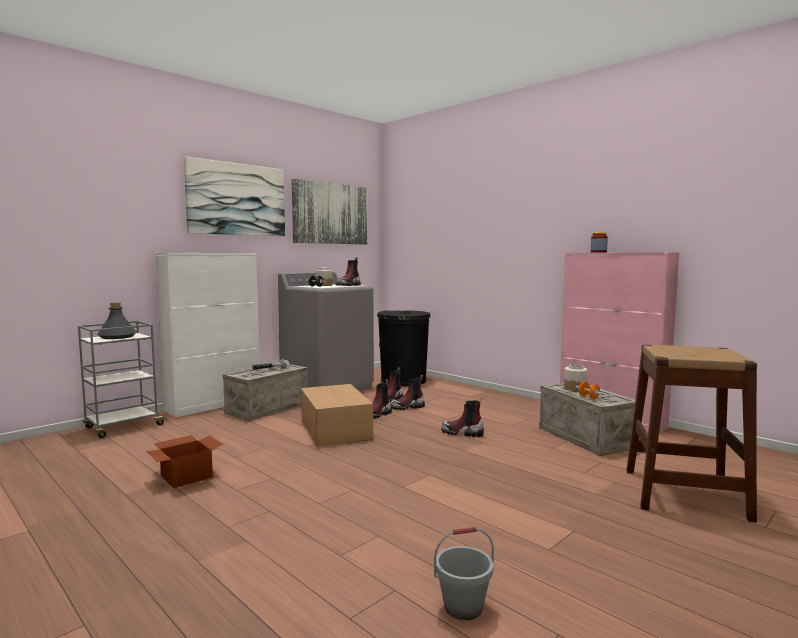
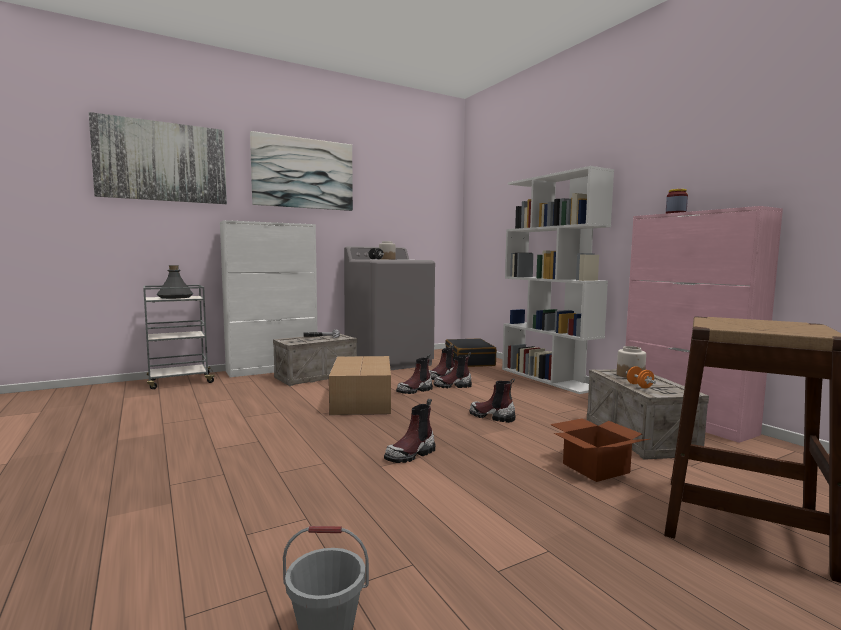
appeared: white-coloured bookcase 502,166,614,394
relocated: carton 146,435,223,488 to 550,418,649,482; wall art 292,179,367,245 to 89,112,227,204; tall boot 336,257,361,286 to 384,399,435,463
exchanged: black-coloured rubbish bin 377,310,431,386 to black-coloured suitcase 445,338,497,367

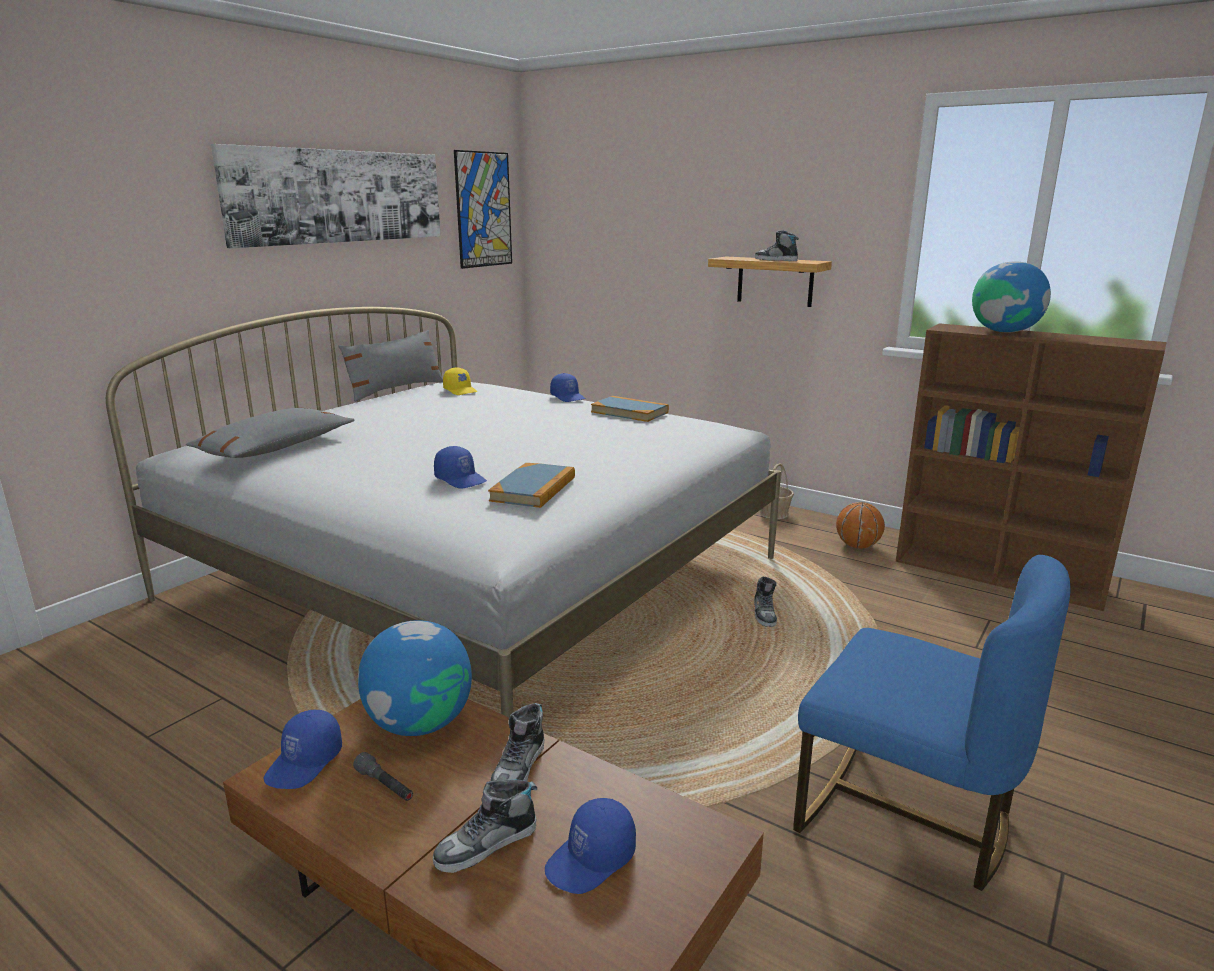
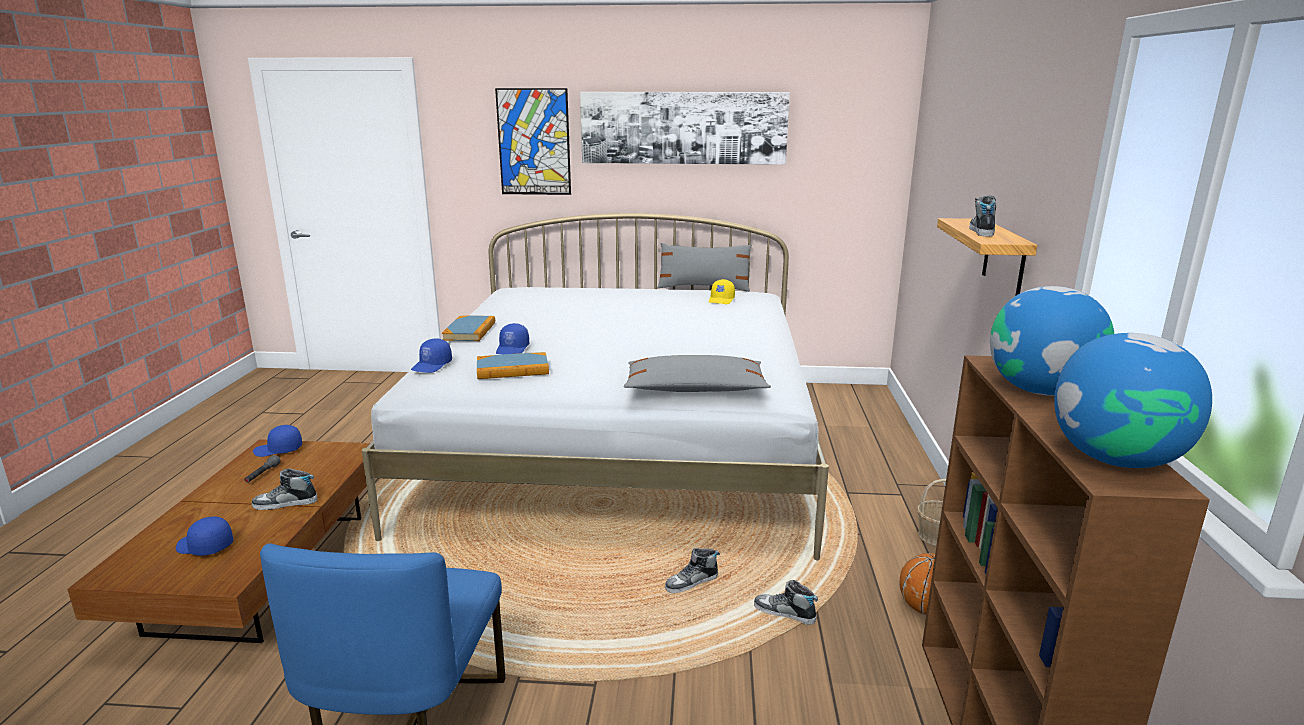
relocated: gray cushion 186,408,355,458 to 624,355,771,392; world globe 358,620,472,736 to 1054,333,1212,468; low shoe 433,779,537,873 to 754,580,818,625; wall art 454,150,512,269 to 495,88,571,195; blue baseball cap 550,373,586,402 to 411,338,452,373; book 591,396,669,422 to 442,315,495,341

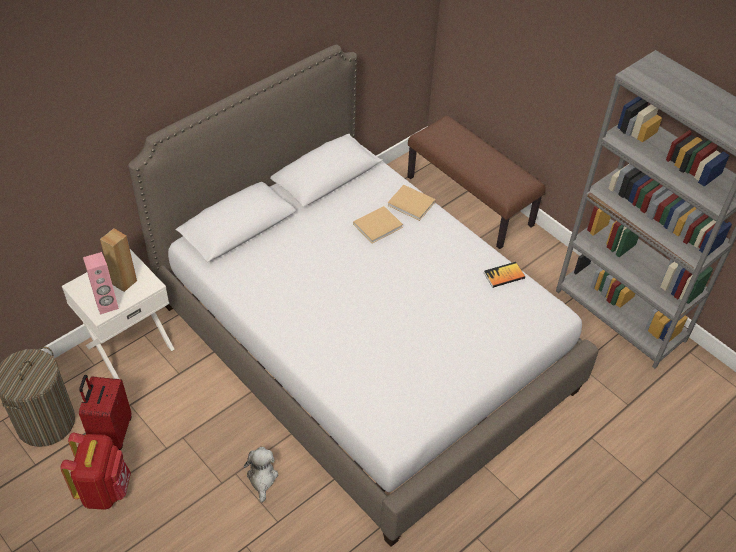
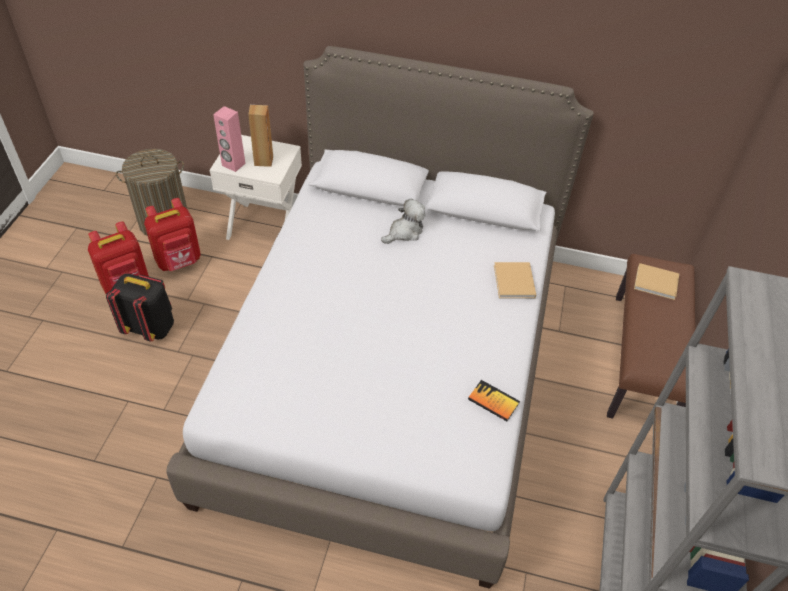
appeared: black-coloured backpack 106,274,174,341
relocated: plush toy 244,447,278,503 to 381,199,425,244; beige book 353,206,403,244 to 634,263,679,300
exchanged: red suitcase 79,375,131,450 to red backpack 144,198,201,271

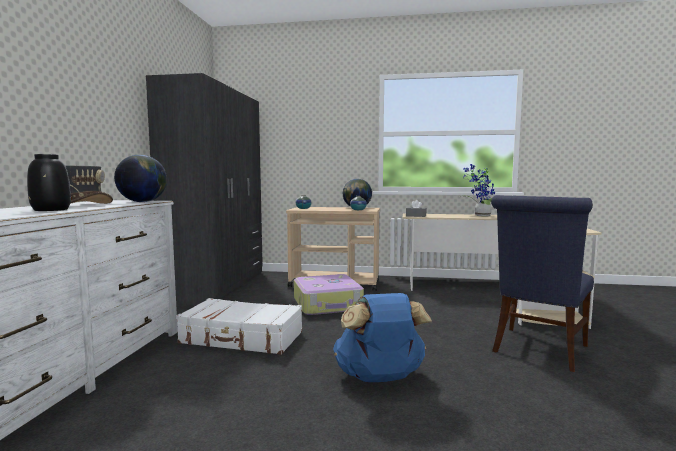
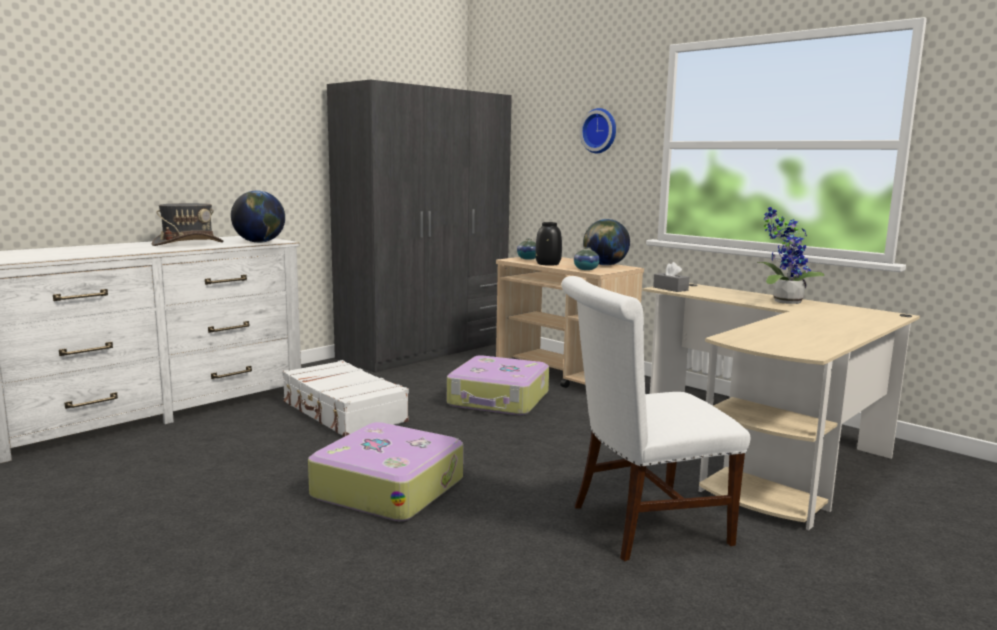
appeared: wall clock 580,108,616,153
relocated: black-coloured flower vase 27,154,71,211 to 535,222,562,266
exchanged: blue backpack 333,293,432,382 to suitcase 308,422,463,521
colour: blue chair 491,195,594,372 to white-coloured chair 561,276,750,561

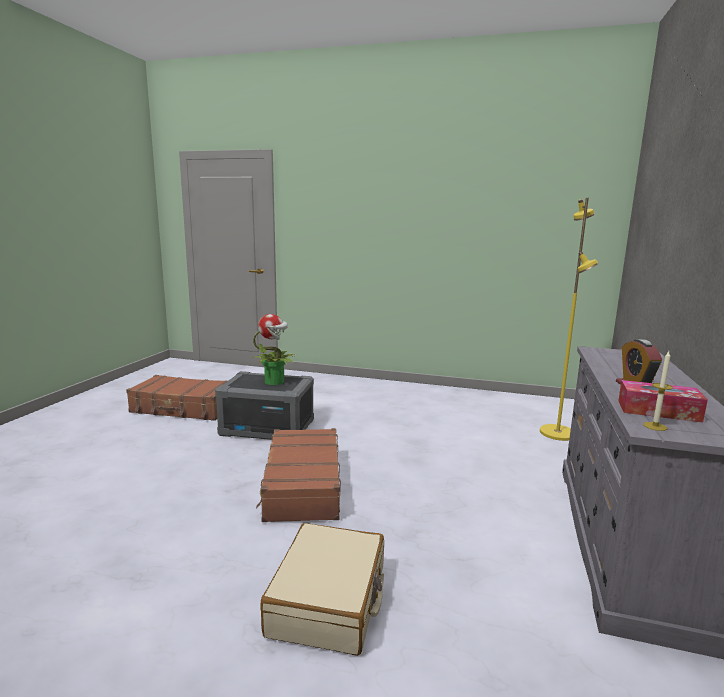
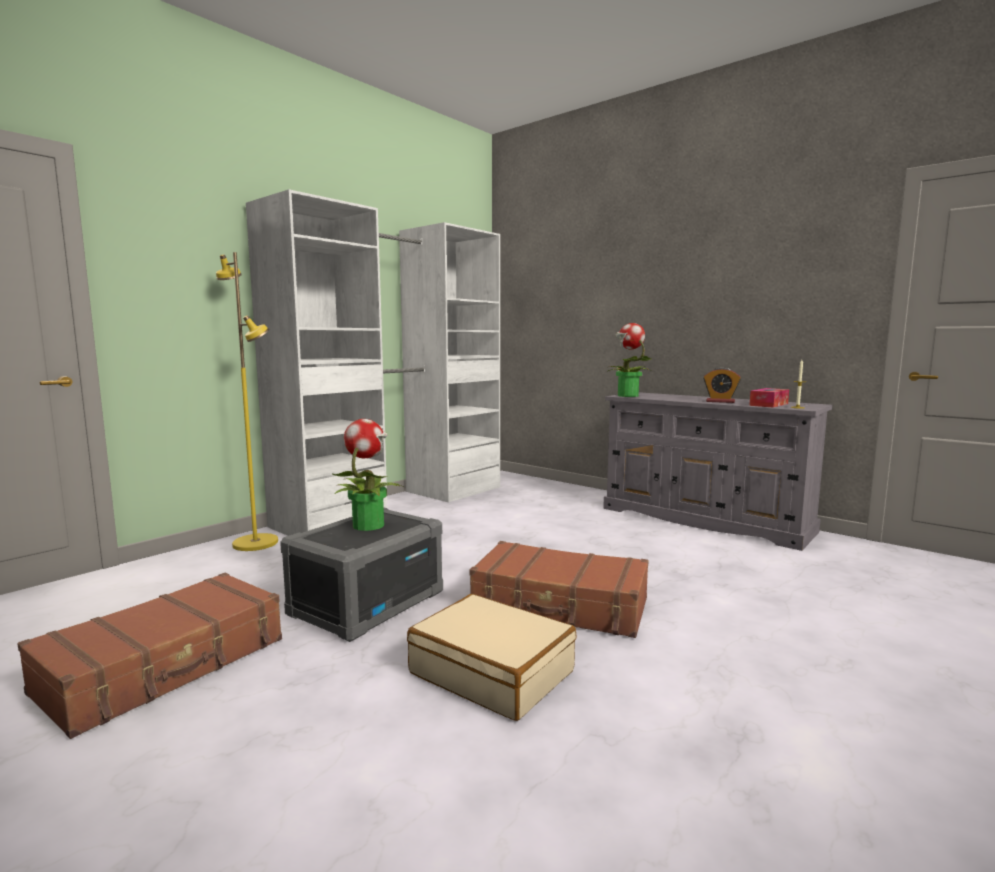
appeared: white-coloured clothes cupboard 246,189,500,536; plant in a pot 607,323,652,397
relocated: beige suitcase 260,523,384,656 to 407,594,577,721; yellow standard lamp 540,198,599,441 to 216,252,278,551

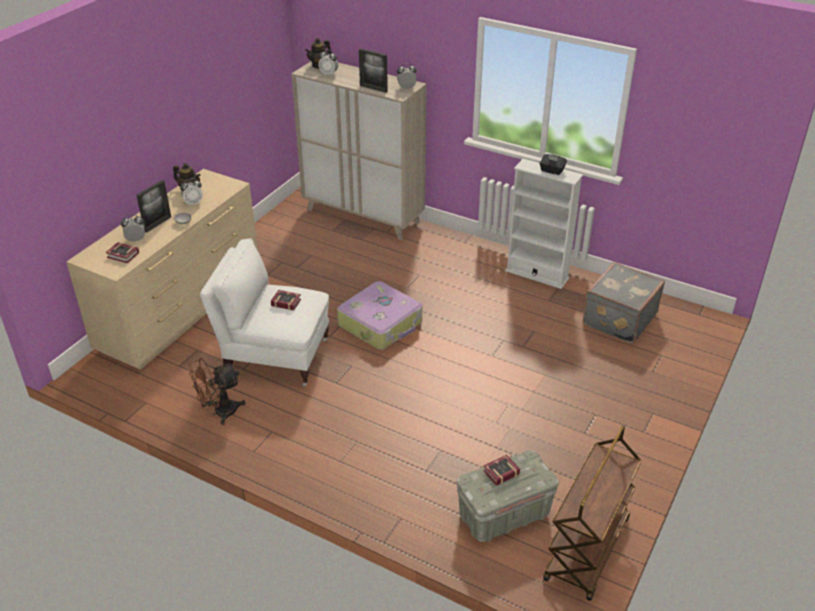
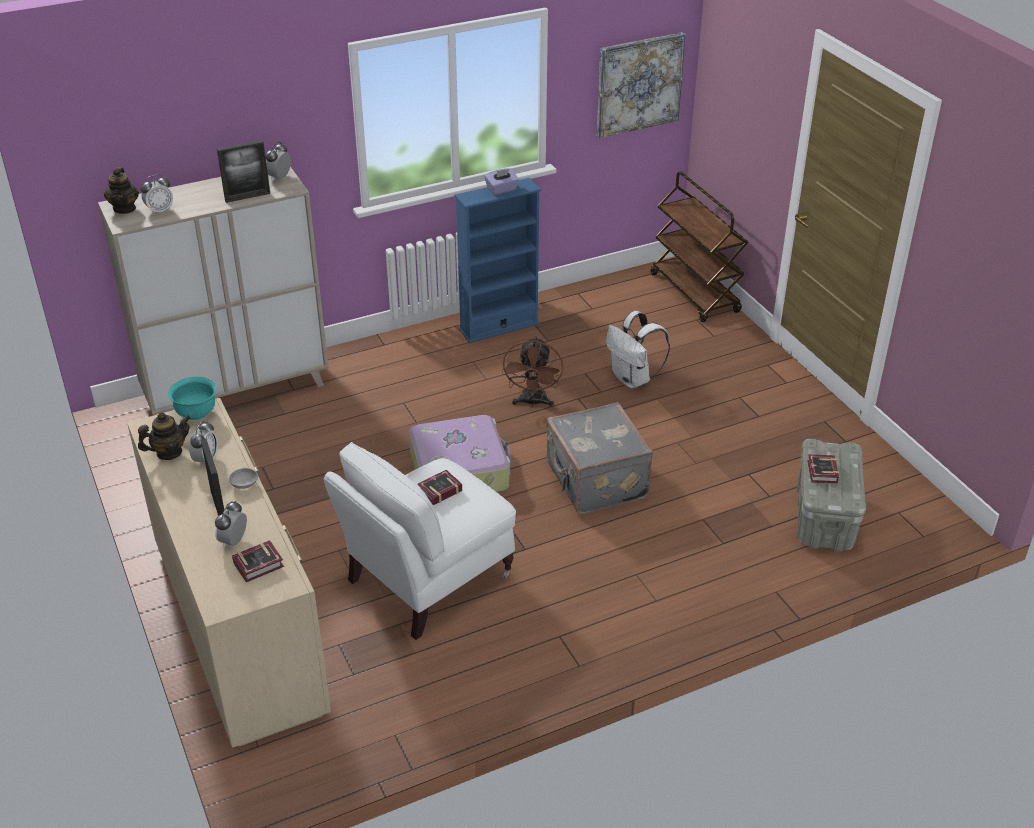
appeared: turquoise serving bowl 168,377,217,420; wall art 597,32,686,138; white-coloured backpack 606,311,670,388
relocated: brownish fan 188,358,245,425 to 502,336,563,408; brownish cart 543,425,642,601 to 651,171,748,322; gray suitcase 583,262,665,344 to 546,402,653,514
colour: white-coloured bookcase 506,159,583,289 to blue bookcase 455,178,541,343; black-coloured tissue box 540,154,567,175 to purple tissue box 484,168,519,195

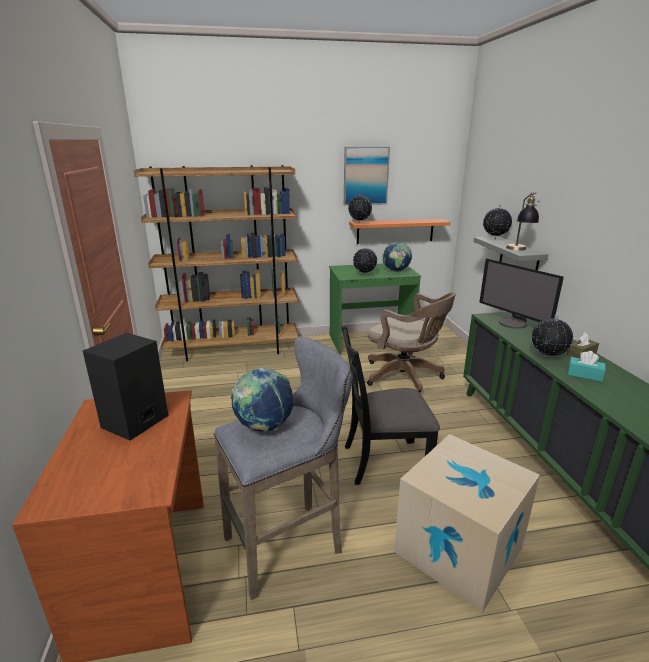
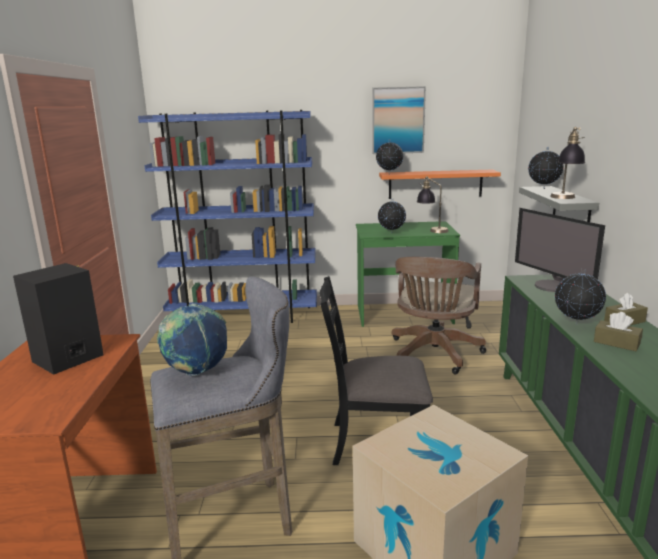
exchanged: world globe 382,242,412,272 to tabletop lamp 417,176,448,233
colour: brownish bookcase 133,165,299,361 to blue bookcase 138,110,317,323; turquoise tissue box 568,351,606,382 to brownish tissue box 594,312,643,351
spun: brownish desk chair 367,292,456,392 = 391,257,486,374 60 degrees clockwise

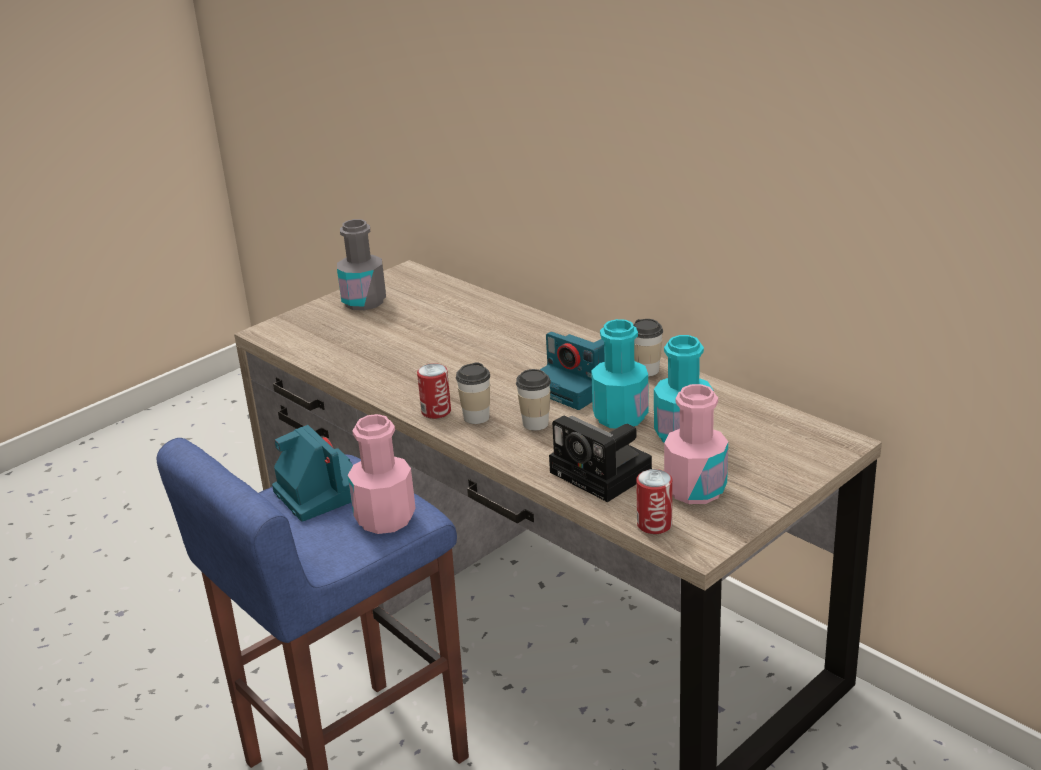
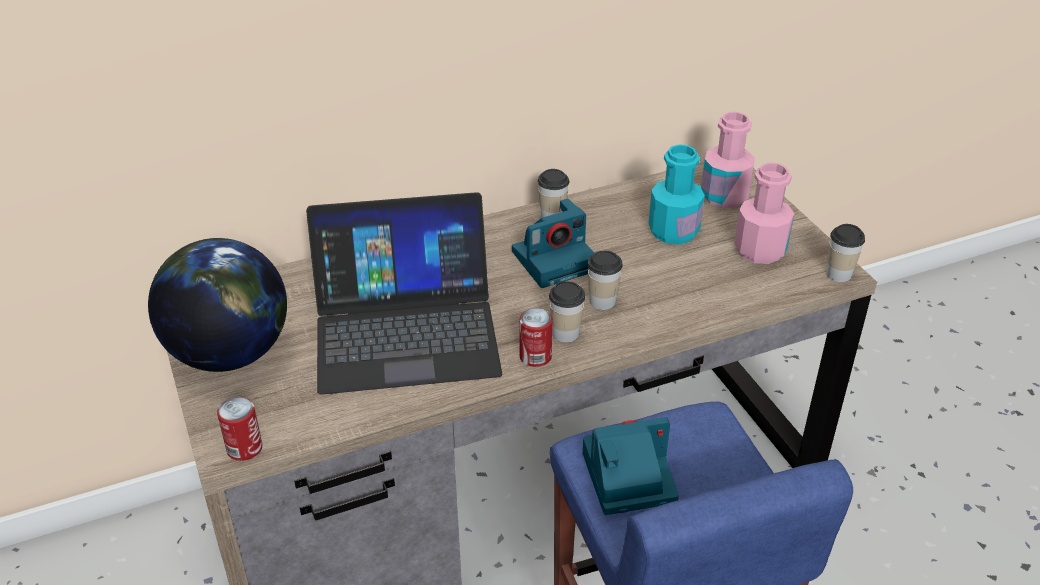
missing: still camera 549,415,652,502; turquoise bottle 591,319,649,429
appeared: laptop 306,192,502,395; drinking cup 826,224,865,282
relocated: pink bottle 348,414,416,534 to 701,112,755,208; can 636,469,672,534 to 217,397,262,461
exchanged: gray bottle 337,219,386,310 to world globe 148,238,287,372

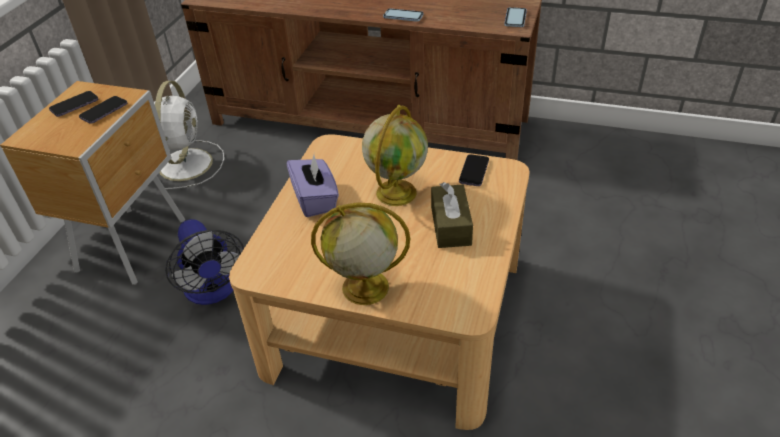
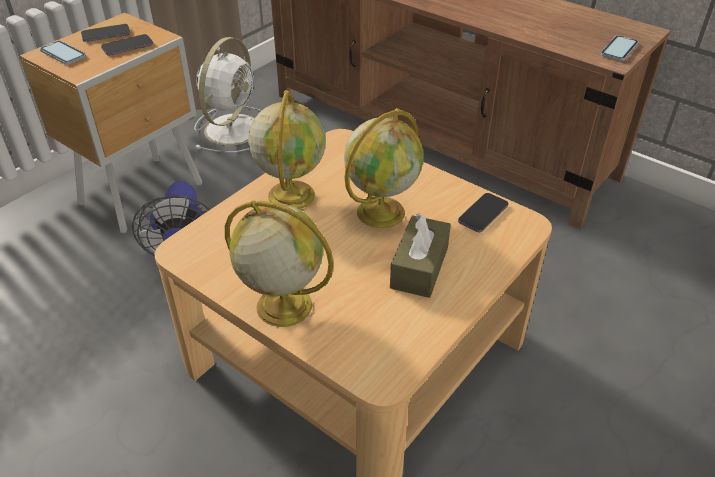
relocated: phone 383,8,424,22 to 40,41,86,65
exchanged: purple tissue box 287,155,339,217 to world globe 248,90,326,209

